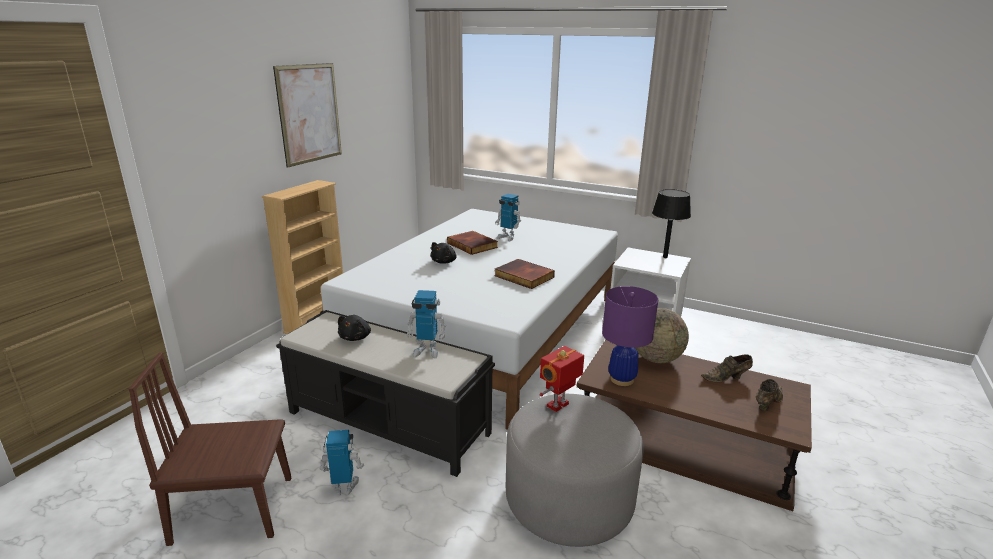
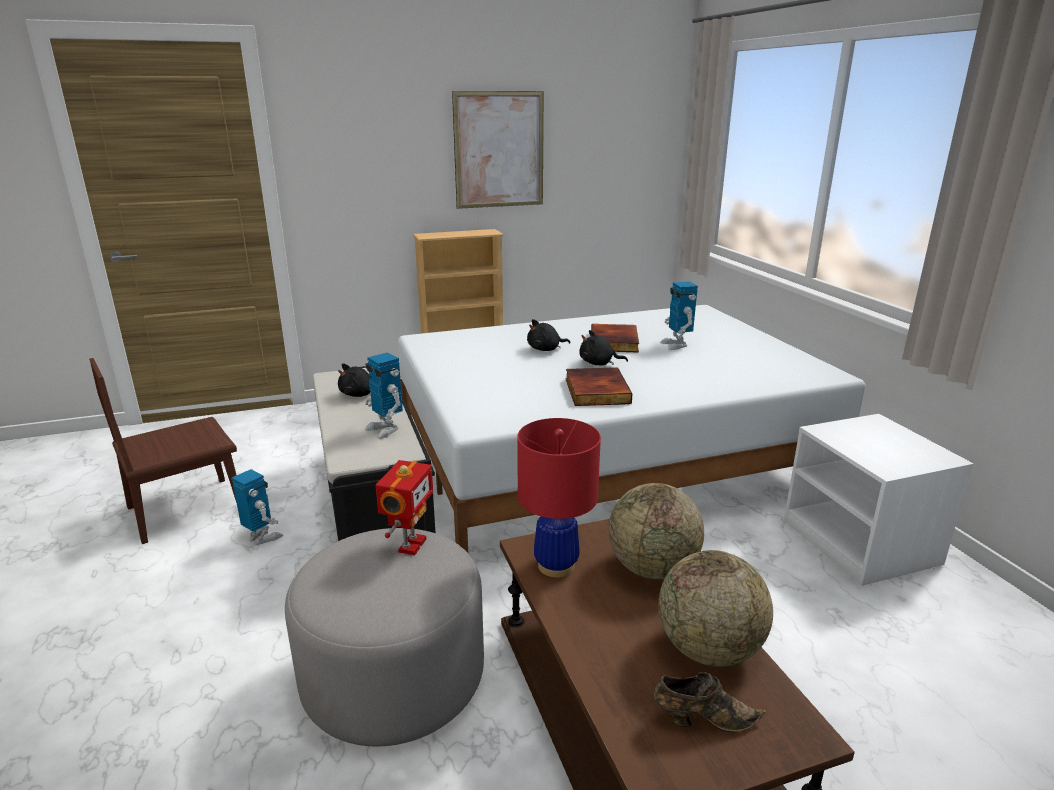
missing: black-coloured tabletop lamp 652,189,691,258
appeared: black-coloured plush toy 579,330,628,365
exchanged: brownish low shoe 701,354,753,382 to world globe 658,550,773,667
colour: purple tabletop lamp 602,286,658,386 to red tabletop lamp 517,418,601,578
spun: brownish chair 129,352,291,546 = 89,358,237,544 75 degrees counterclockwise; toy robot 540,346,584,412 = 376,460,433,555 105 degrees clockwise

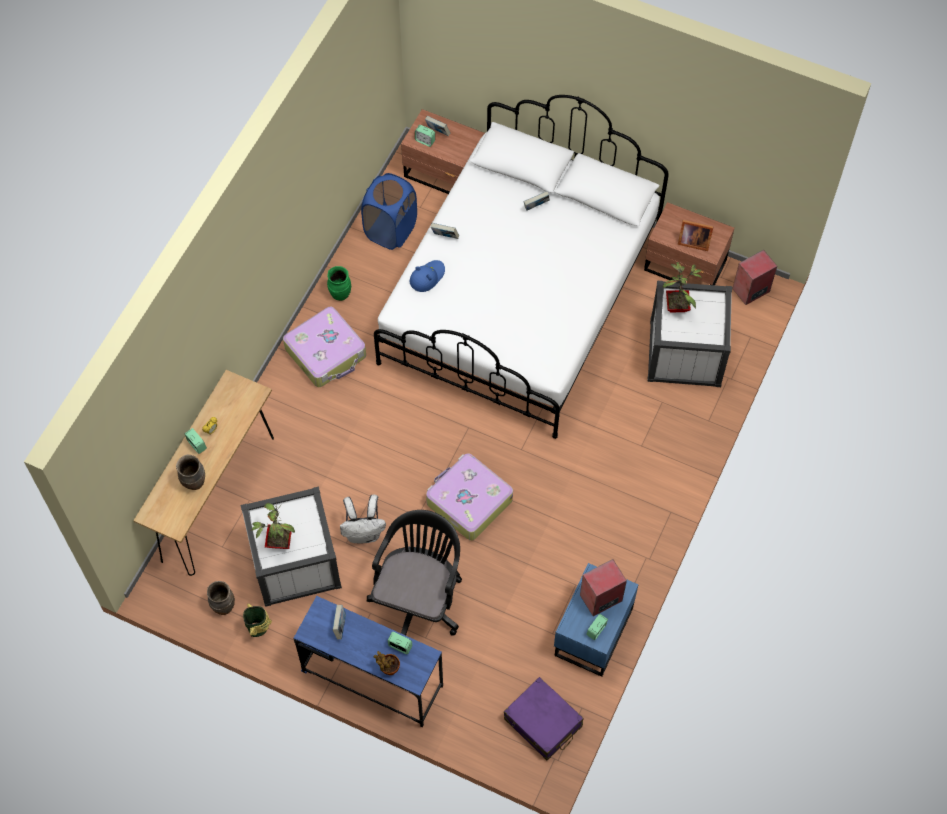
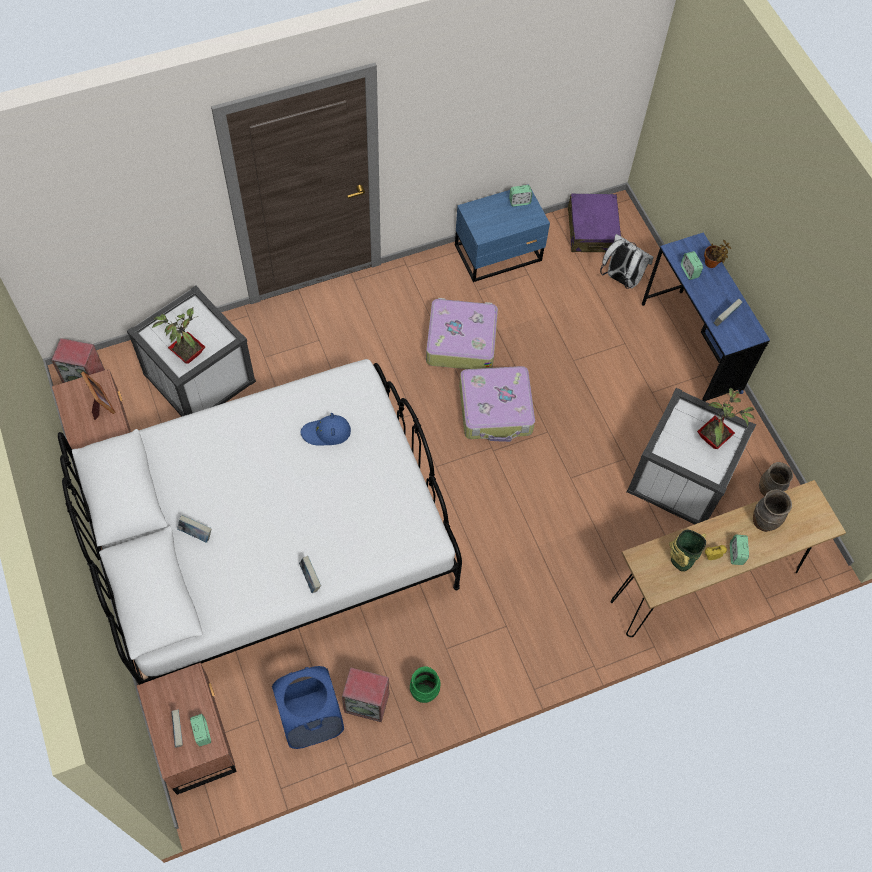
missing: black-coloured desk chair 367,510,462,636
relocated: flower vase 243,604,272,637 to 669,530,706,572; suitcase 283,307,366,387 to 426,298,498,369; white-coloured backpack 340,494,386,543 to 600,234,654,289; blue hat 410,260,445,292 to 300,413,351,445; loudspeaker 580,559,627,616 to 342,667,389,722

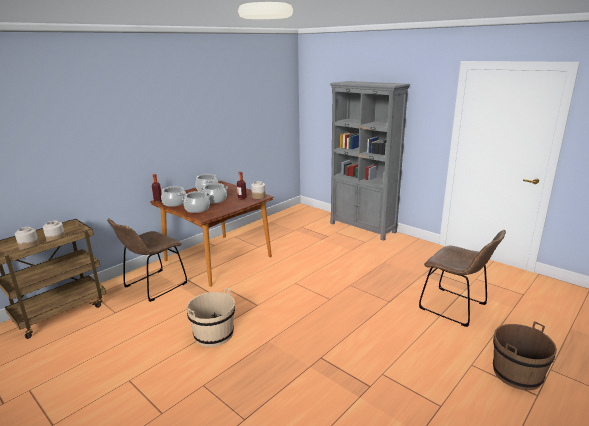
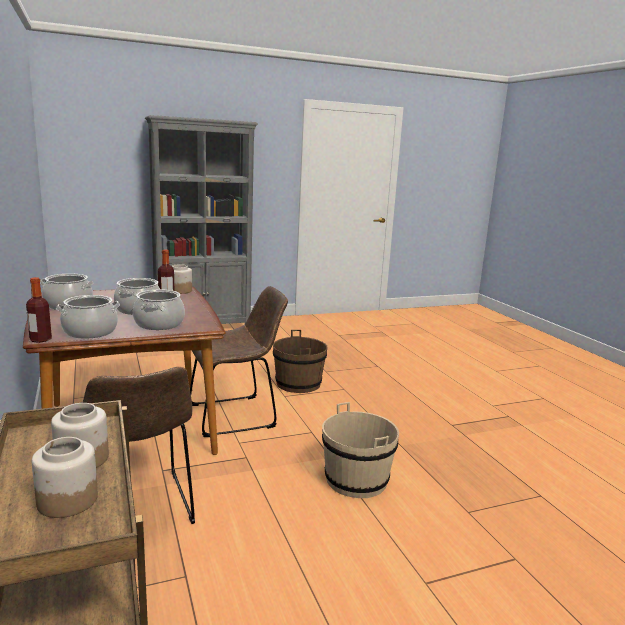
relocated: brownish chair 419,230,506,327 to 190,286,288,437; brownish pail 493,321,557,390 to 273,330,328,393

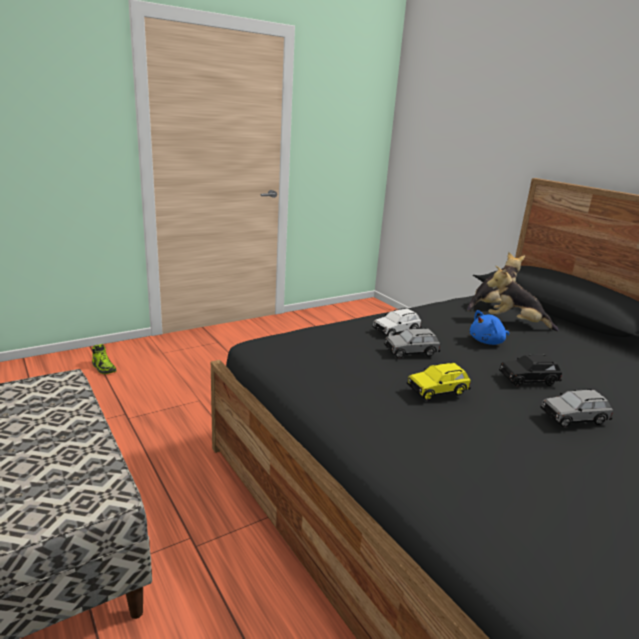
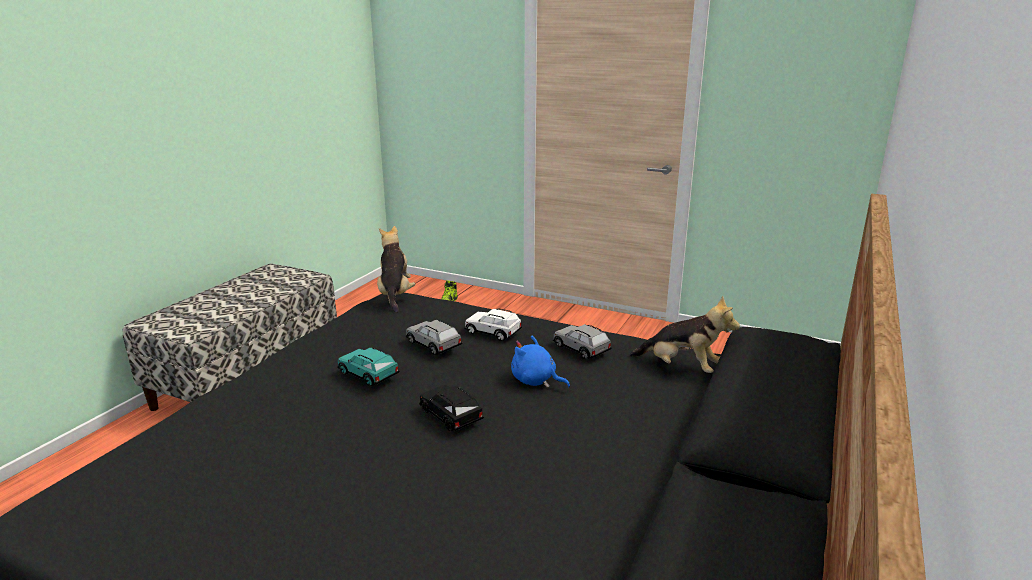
relocated: plush toy 487,266,558,331 to 377,226,415,313; gray model car 540,388,613,427 to 553,324,612,360
colour: yellow model car 407,362,471,400 to turquoise model car 337,348,400,386

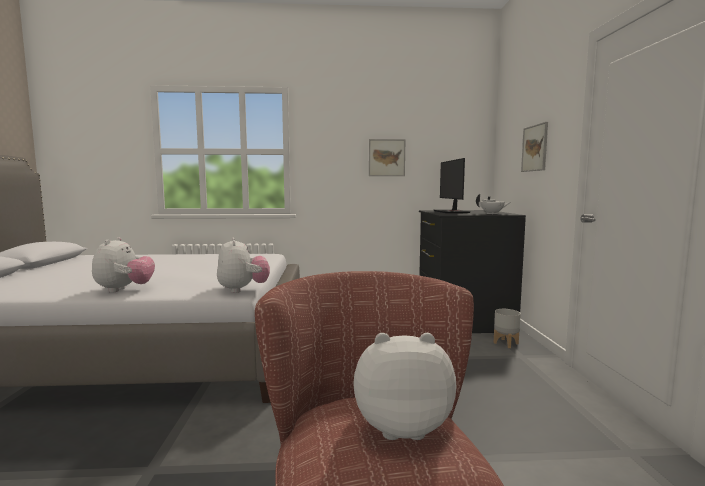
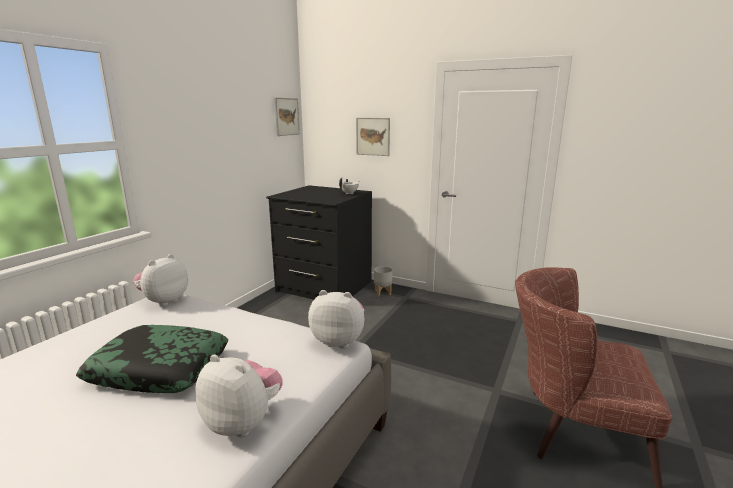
missing: monitor 434,158,471,213
appeared: cushion 76,325,228,393
relocated: plush toy 353,333,457,440 to 133,254,188,307; wall art 369,139,405,176 to 274,98,300,136

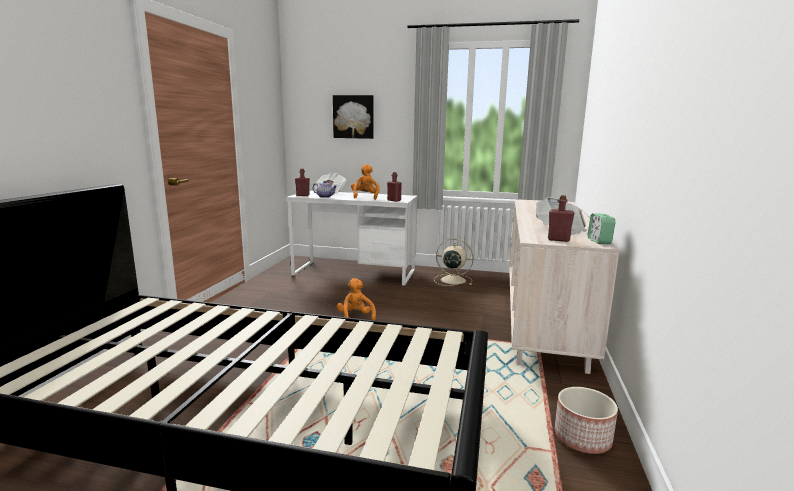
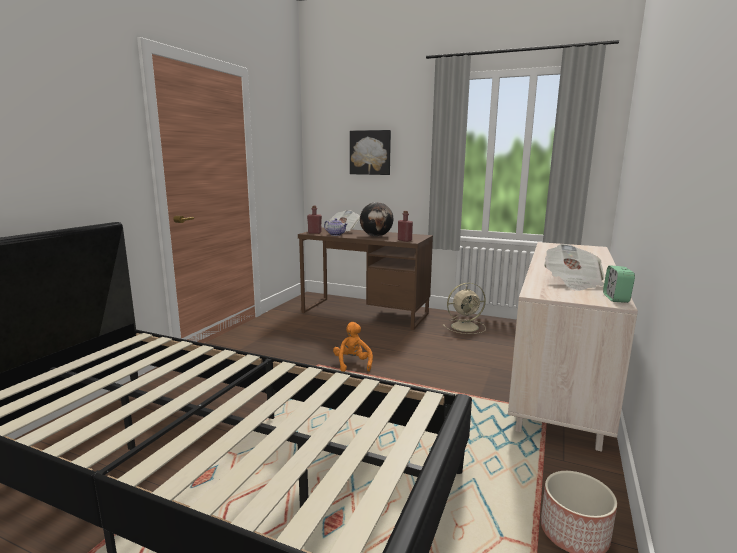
missing: red bottle 548,195,574,242
exchanged: orangey plush toy 351,164,380,200 to world globe 360,202,394,236
colour: white-coloured desk table 286,191,418,286 to brownish desk table 298,227,433,330
spun: beige fan 434,239,473,286 = 443,283,486,334 135 degrees clockwise

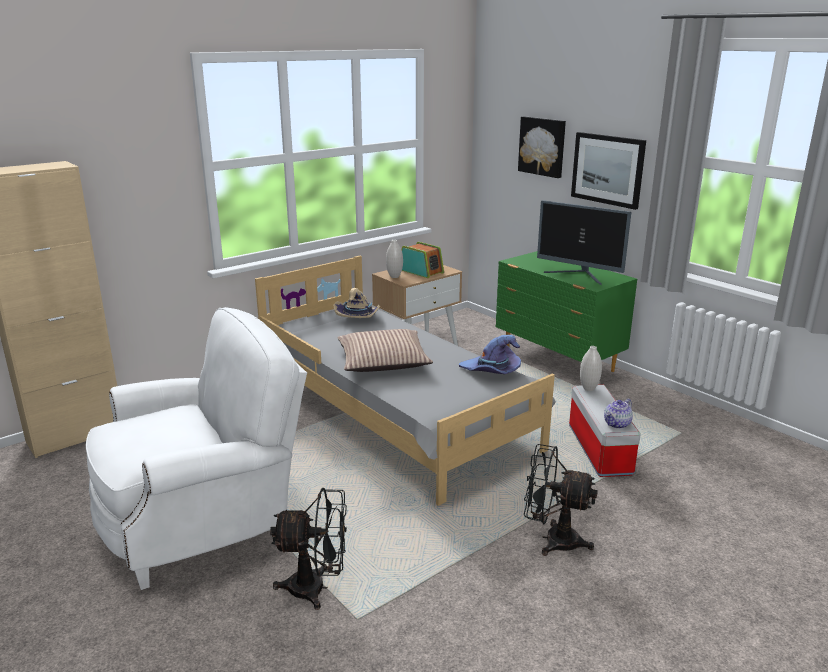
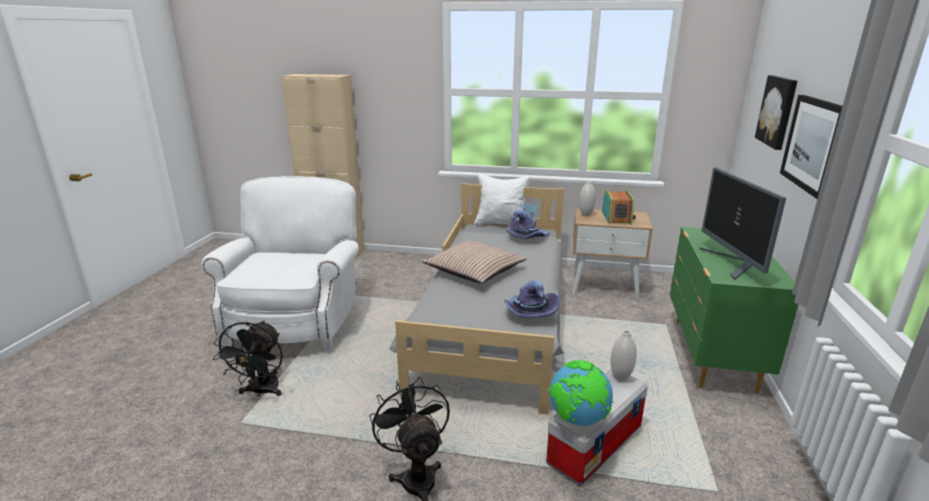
appeared: white-coloured cushion 474,174,531,225
exchanged: teapot 604,399,633,429 to world globe 549,360,614,426
colour: beige hat 333,288,380,318 to purple hat 507,210,549,239
spun: white-coloured armchair 86,307,307,590 = 201,176,359,353 105 degrees counterclockwise; black-coloured fan 270,488,347,610 = 213,320,283,397 45 degrees clockwise

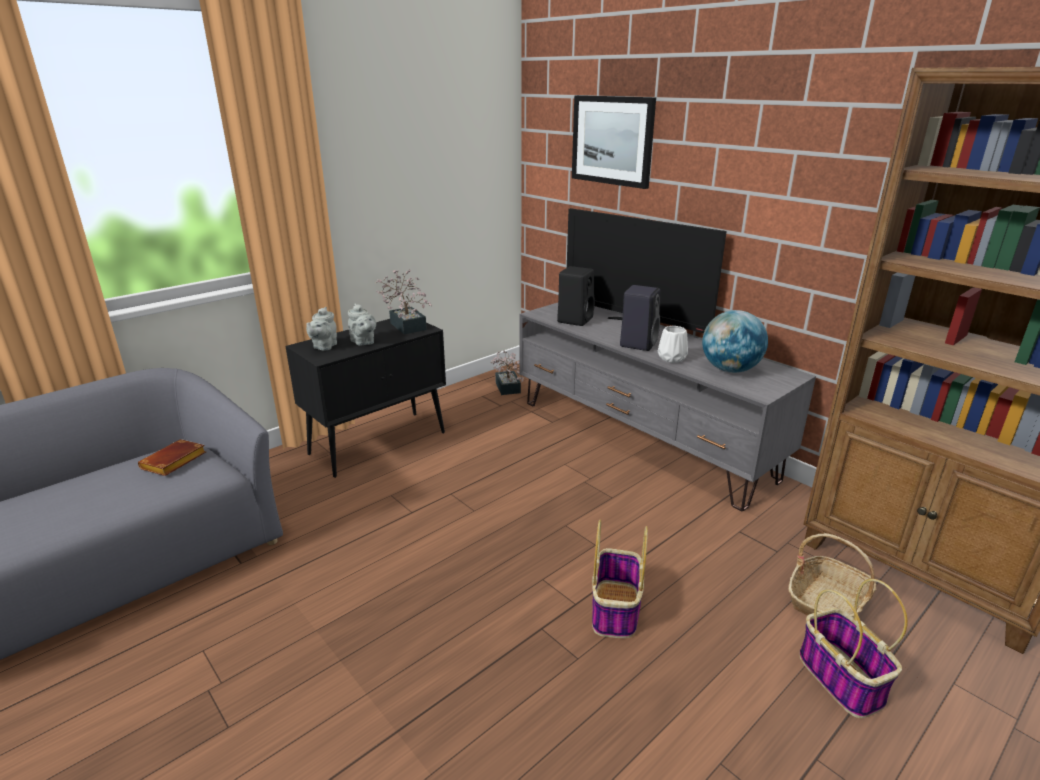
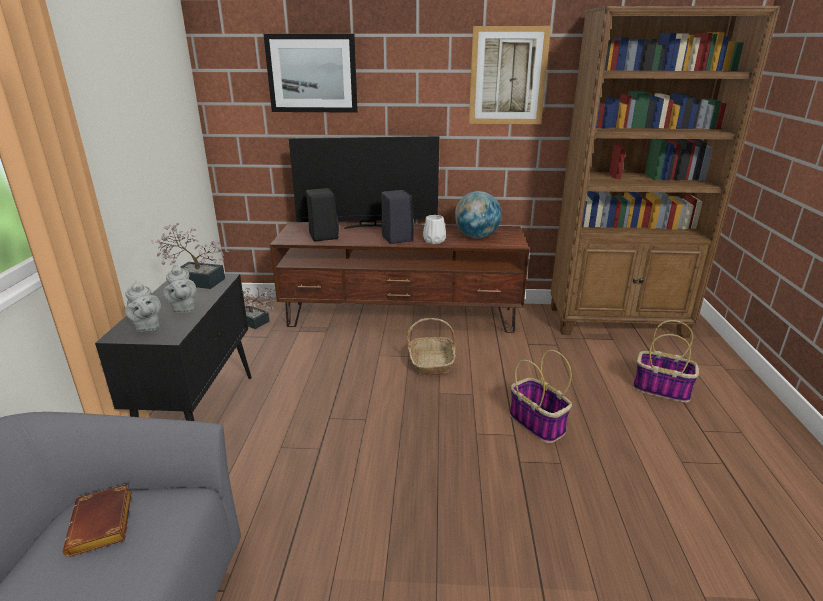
appeared: wall art 469,26,551,124
relocated: storage basket 788,533,877,617 to 407,318,456,375
colour: gray media console 520,303,816,511 to brownish media console 270,222,529,333
spun: gray teapot 348,303,376,345 = 163,265,196,313 60 degrees clockwise

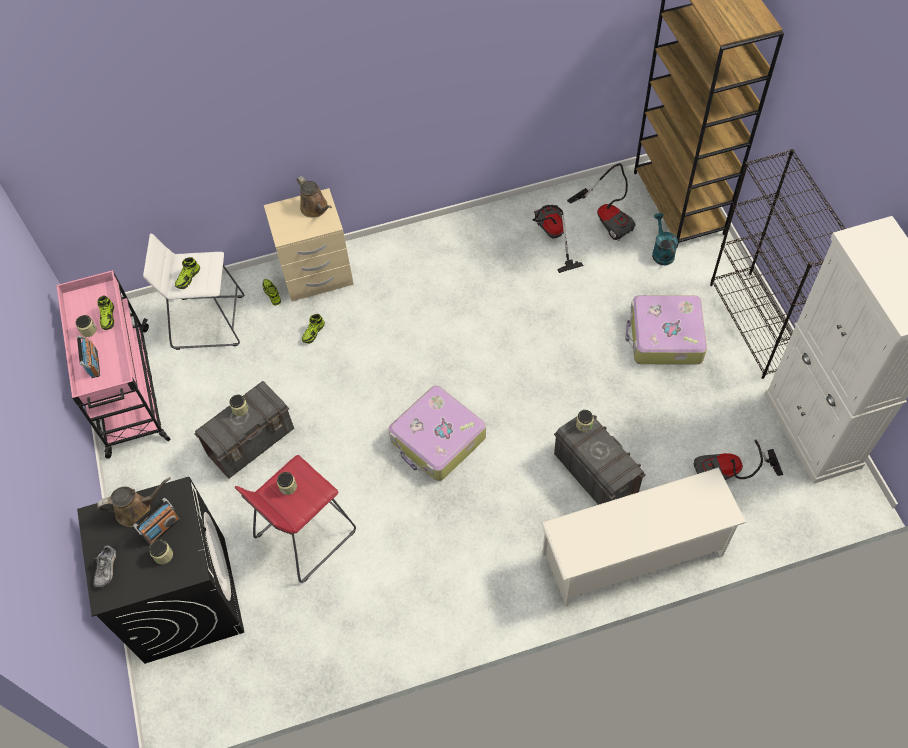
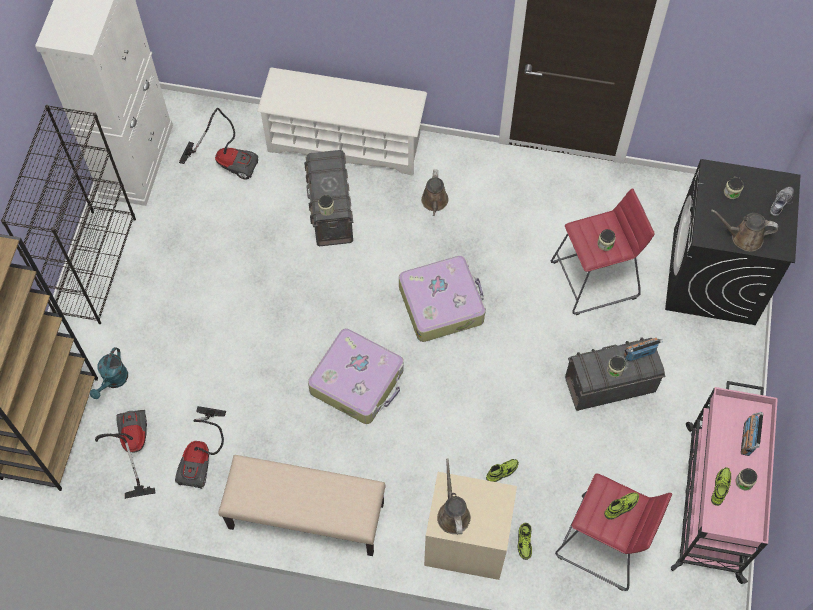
appeared: beige bench 218,455,385,556; brownish sprinkling can 421,169,449,216
relocated: radio receiver 133,498,180,545 to 623,337,663,361; suitcase 625,295,707,365 to 308,329,403,424
colour: white-coloured stool 143,233,244,350 to red stool 555,473,672,591

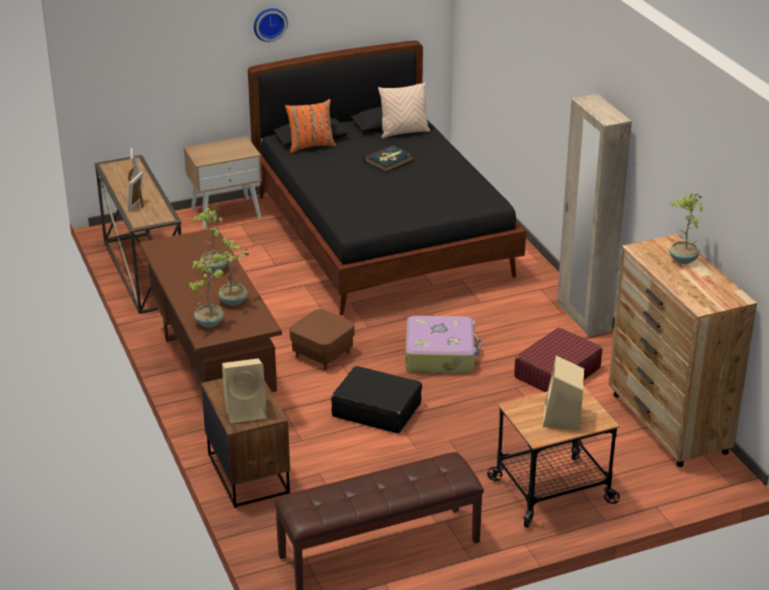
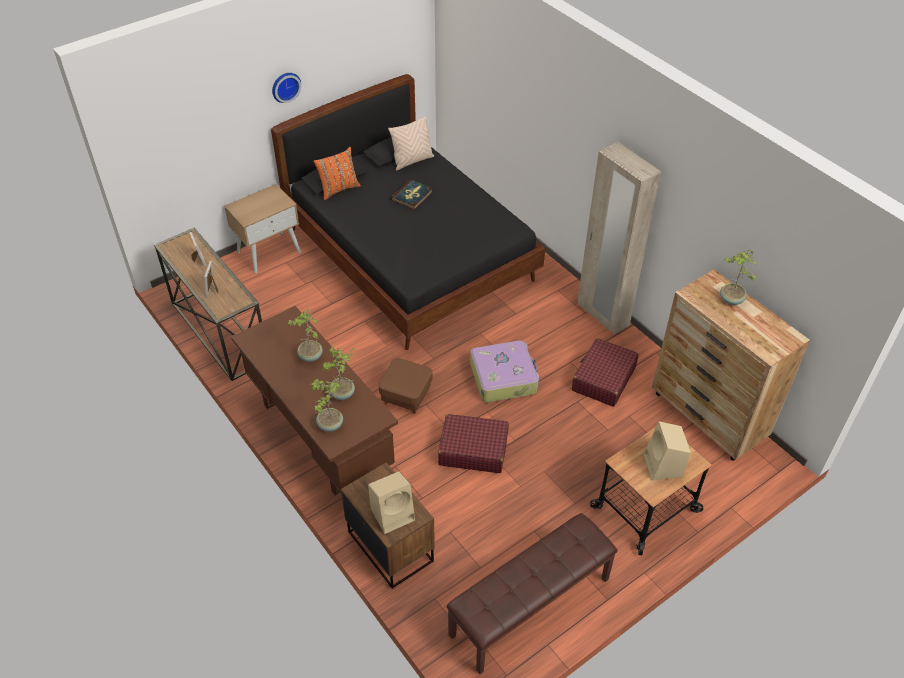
colour: black-coloured suitcase 331,366,422,433 to red suitcase 438,414,509,473

